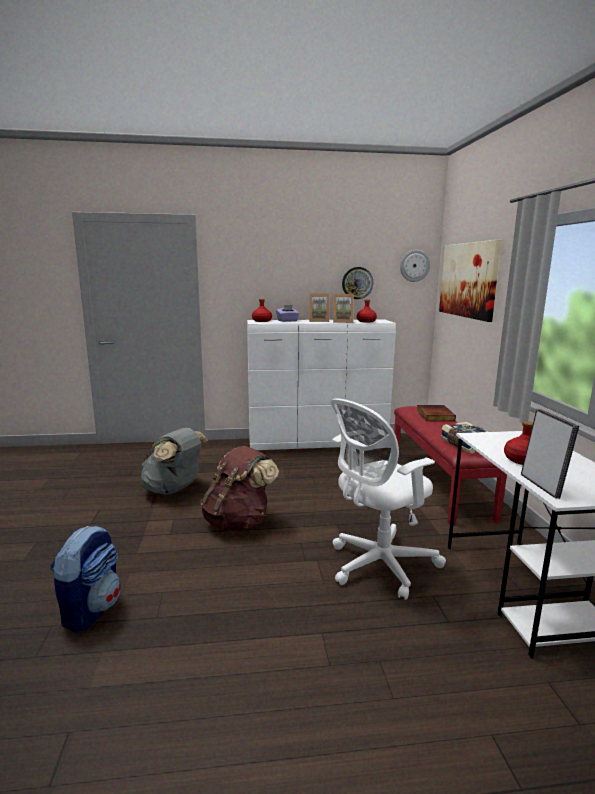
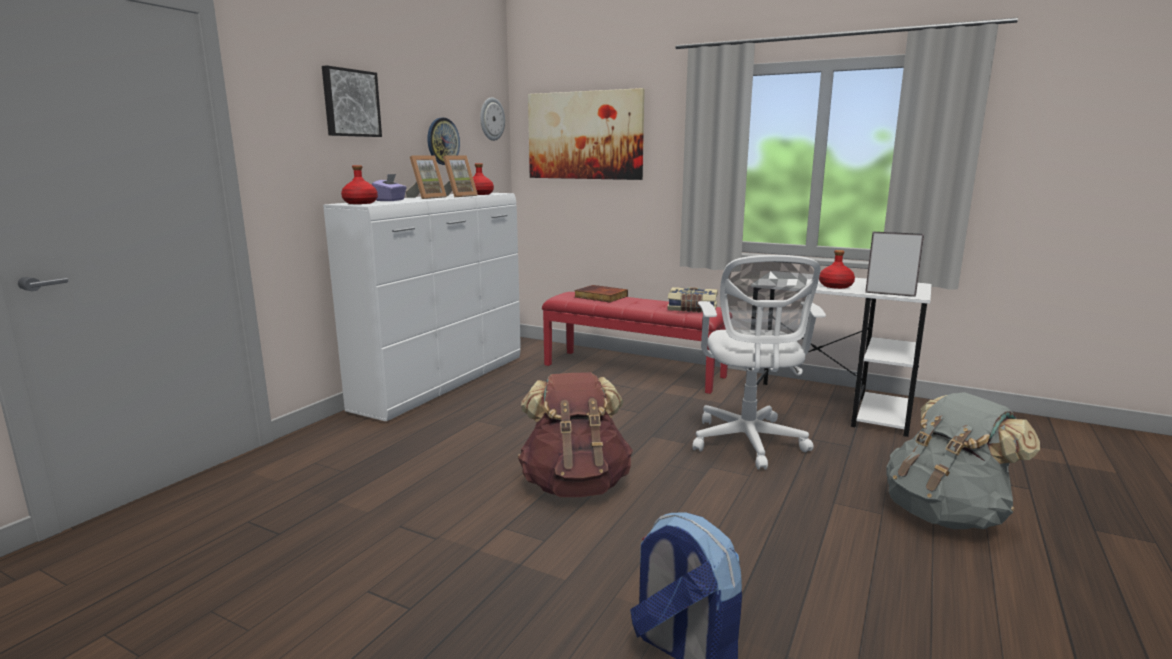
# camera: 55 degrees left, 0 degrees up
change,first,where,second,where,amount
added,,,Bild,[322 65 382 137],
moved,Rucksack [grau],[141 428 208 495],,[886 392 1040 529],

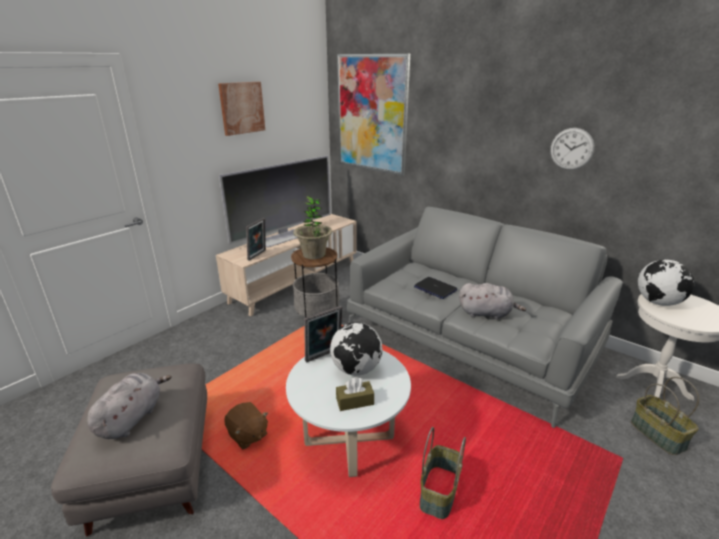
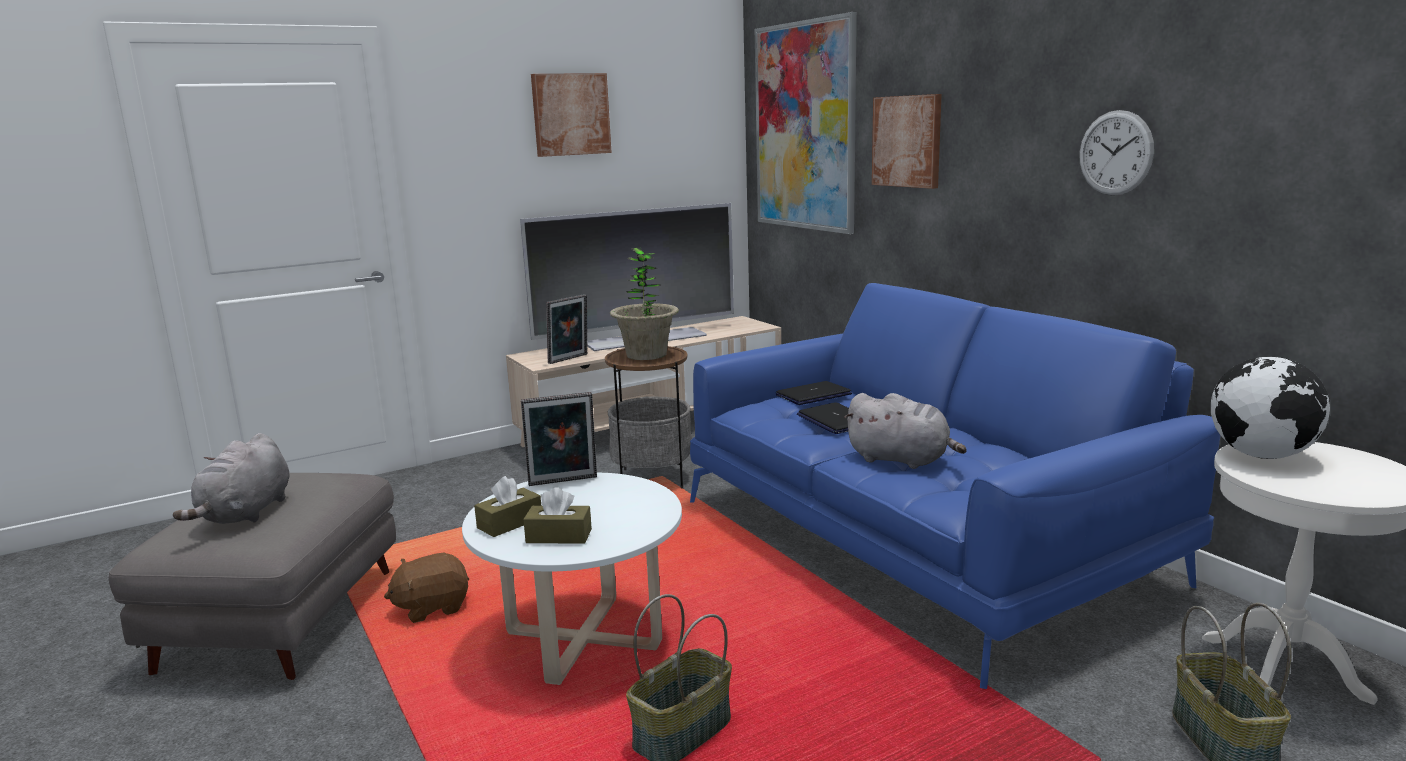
# camera: 20 degrees right, 10 degrees down
change,first,where,second,where,amount
removed,Globus,[330 322 383 376],,,
added,,,Taschentuchbox [braun],[474 476 541 537],
added,,,Laptop,[776 381 852 405],
added,,,Bild,[872 94 942 189],
recoloured,Sofa [grau],[347 207 623 428],Sofa [blau],[690 283 1221 689],
turned,Plüschtier [grau],[87 373 172 439],,[173 433 289 524],150 degrees clockwise
turned,Plüschtier [braun],[224 402 268 450],,[384 552 469 623],90 degrees clockwise

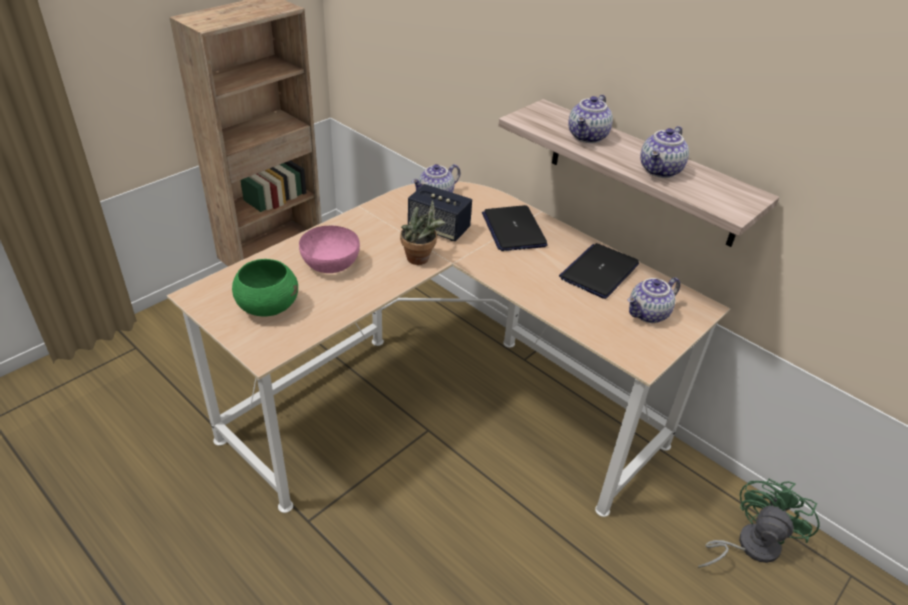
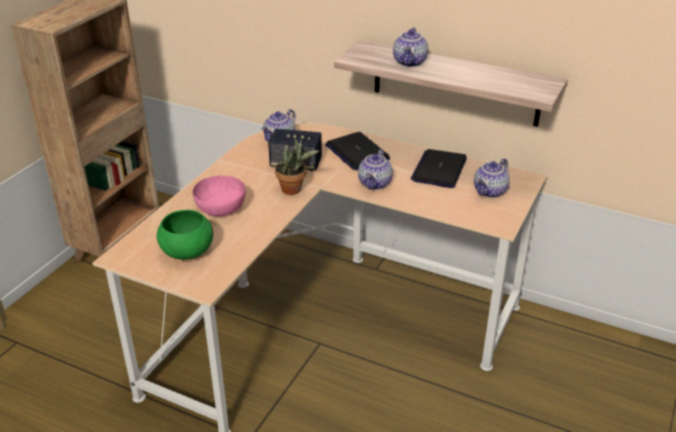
# camera: 15 degrees left, 5 degrees down
change,first,where,second,where,amount
removed,Ventilator [grün],[698 479 819 568],,,
moved,Teekanne,[640 126 689 178],,[358 149 393 190],

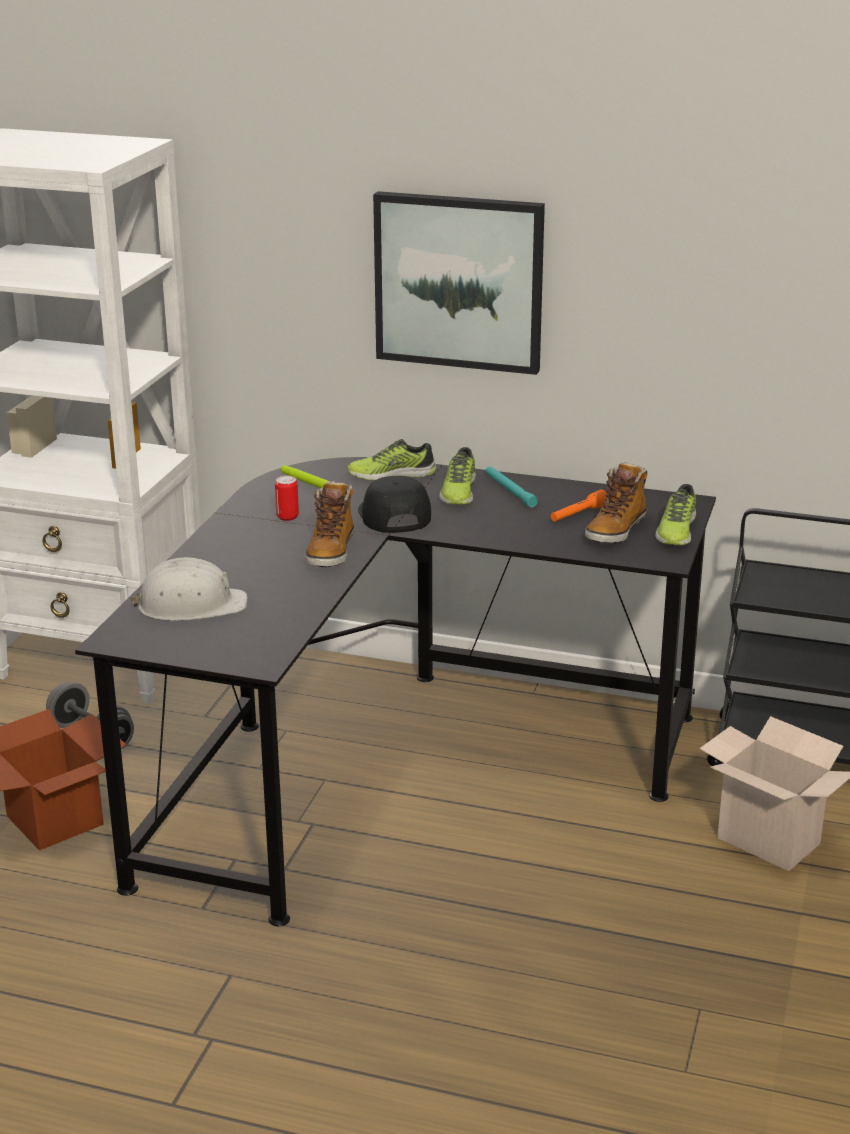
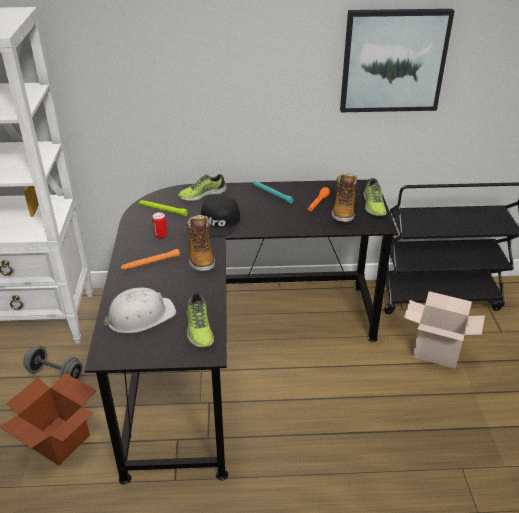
# camera: 20 degrees left, 10 degrees up
change,first,where,second,where,amount
added,,,Taschenlampe [orange],[121 249 180 270],
moved,Bild,[373 191 545 375],,[340 9 454 112],
moved,Schuh,[439 447 476 505],,[187 292 214 347],
turned,Kappe [schwarz],[358 476 431 533],,[201 196 240 237],135 degrees counterclockwise

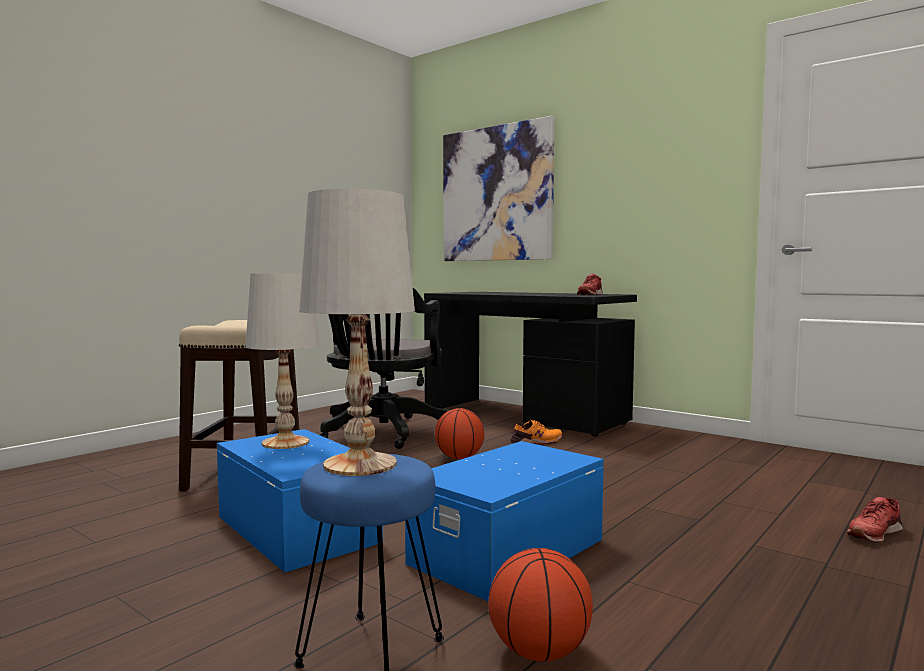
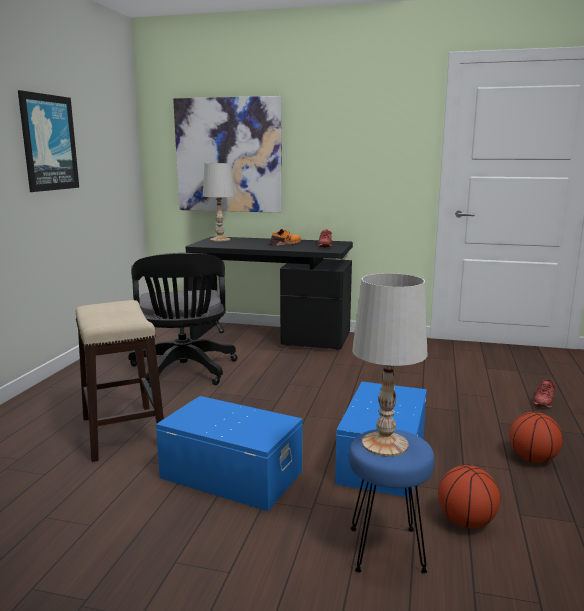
# camera: 25 degrees left, 10 degrees up
change,first,where,second,where,amount
added,,,Bild,[18 90 79 192],
moved,Tischlampe [weiß],[245 274 320 449],,[203 163 235 241],
moved,Basketball,[435 408 484 459],,[509 412 563 463],
moved,Schuh [orange],[510 420 562 444],,[269 229 301 246],

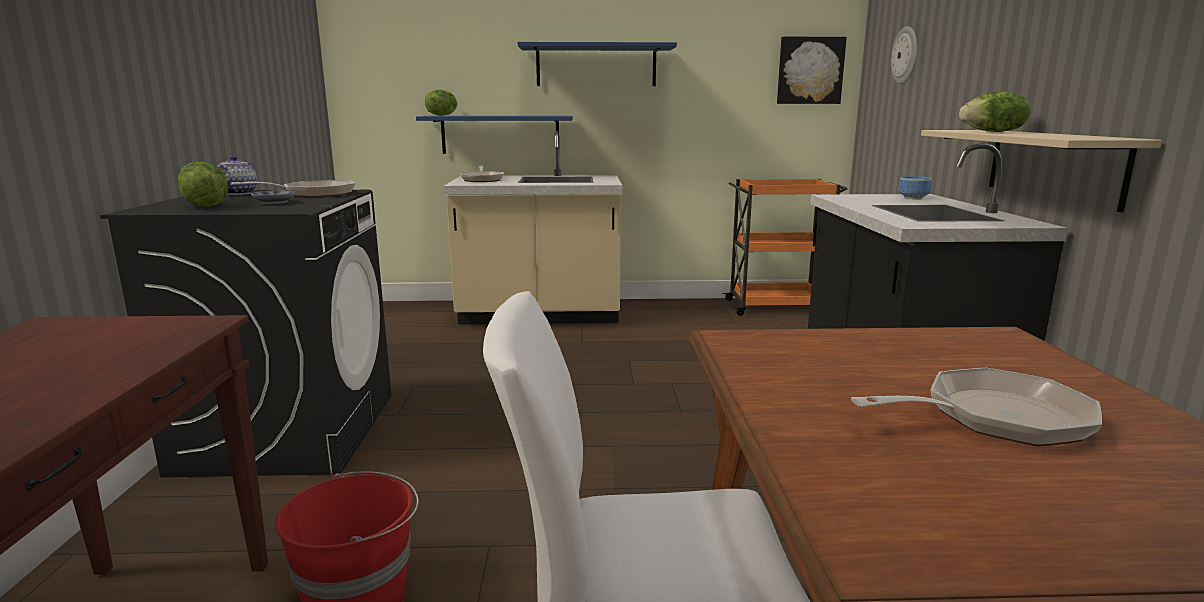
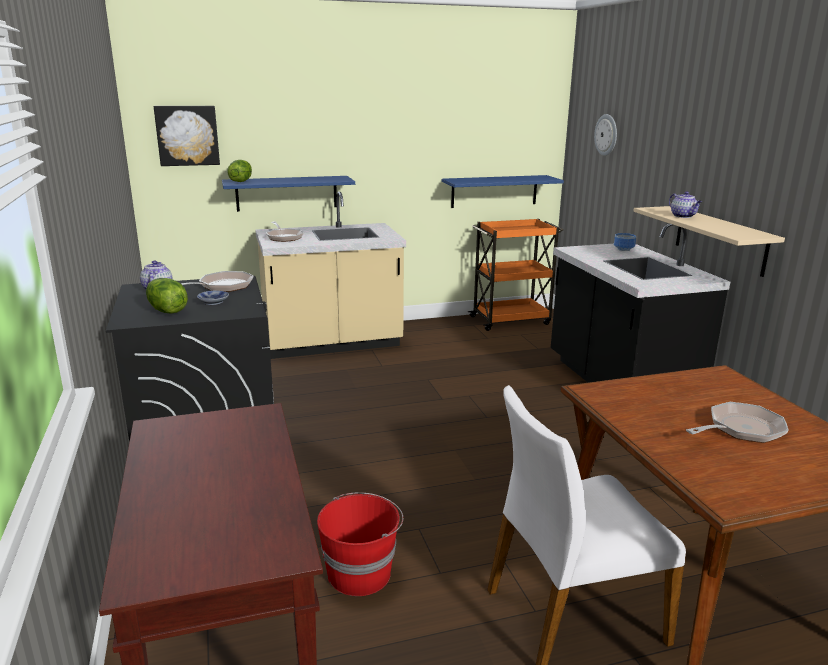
# camera: 15 degrees left, 5 degrees up
change,first,where,second,where,amount
moved,Wandregal [blau],[518 42 677 86],,[442 175 564 208],
moved,Bild,[777 37 847 104],,[154 106 220 166],
replaced,Salatkopf,[959 91 1031 132],Teekanne,[669 191 702 218],

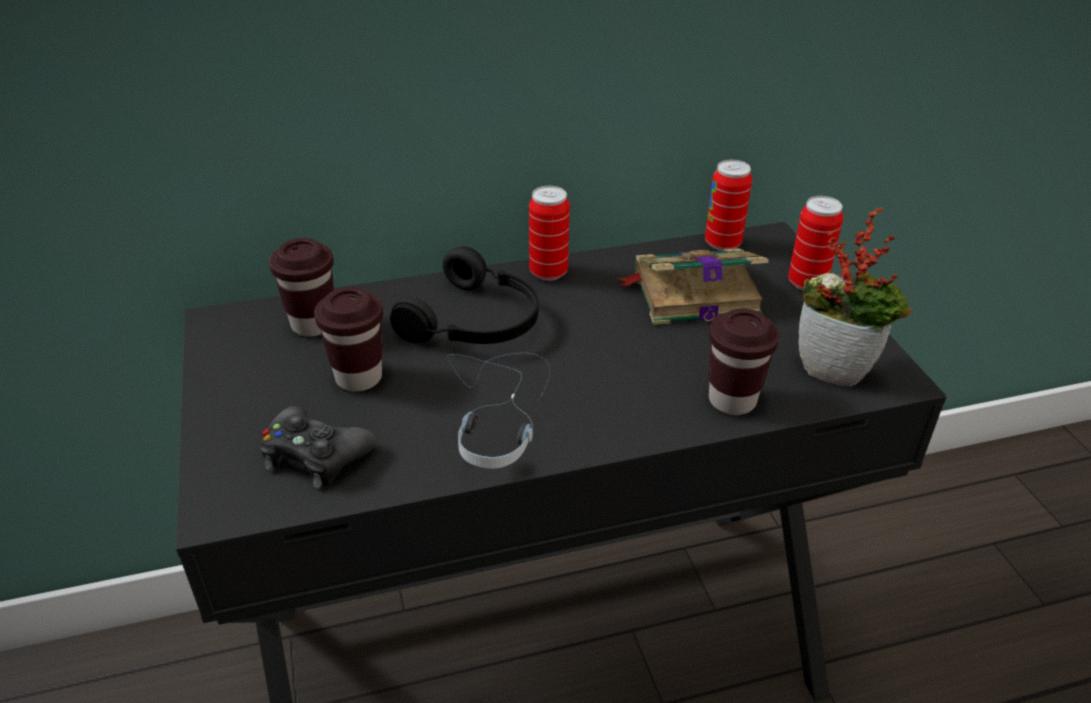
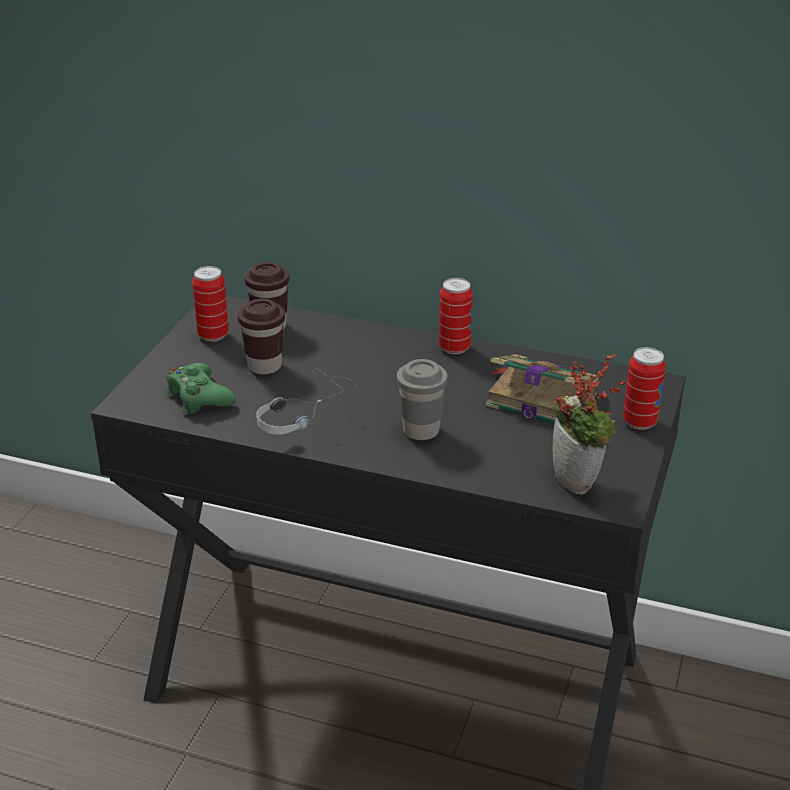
# camera: 35 degrees right, 5 degrees down
change,first,where,second,where,amount
removed,Kopfhörer [schwarz],[390 246 538 344],,,
removed,Tasse [braun],[709 308 780 415],,,
added,,,Tasse [grau],[397 359 448 440],
moved,Dose,[705 160 752 251],,[192 266 229 342],
recoloured,Gamepad [schwarz],[260 406 377 488],Gamepad [grün],[166 363 236 414],

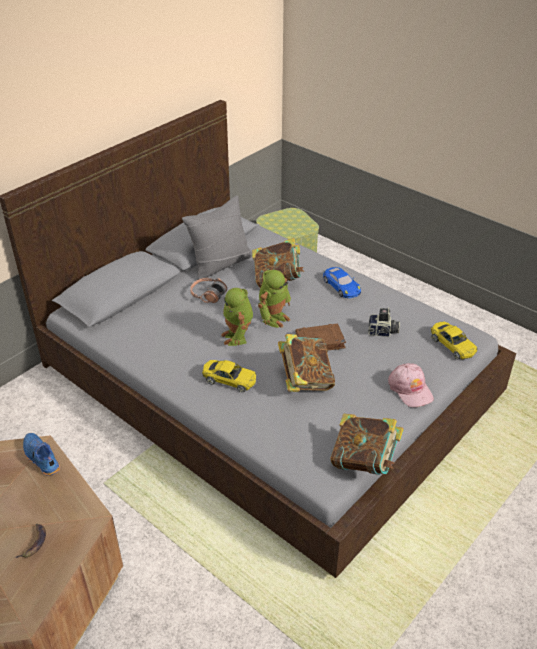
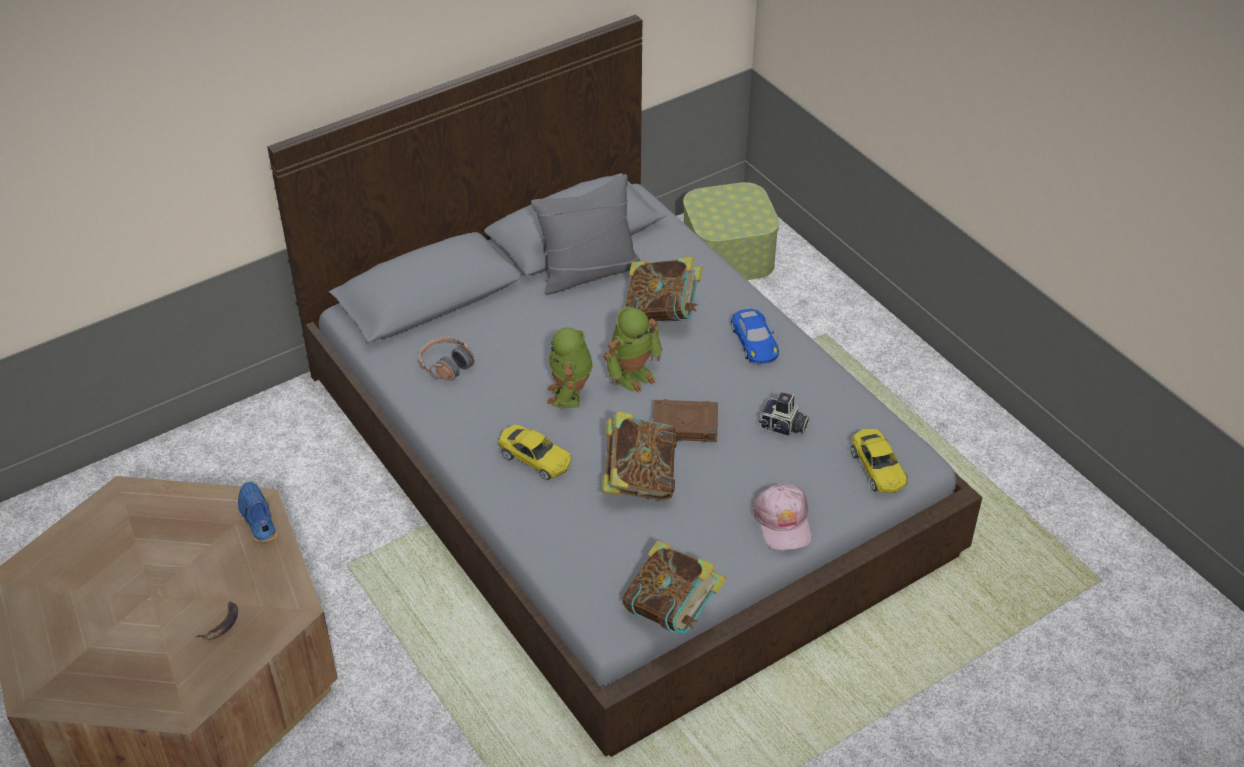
# camera: 15 degrees right, 5 degrees up
change,first,where,second,where,amount
moved,Kopfhörer,[190 278 227 303],,[419 337 474 381],

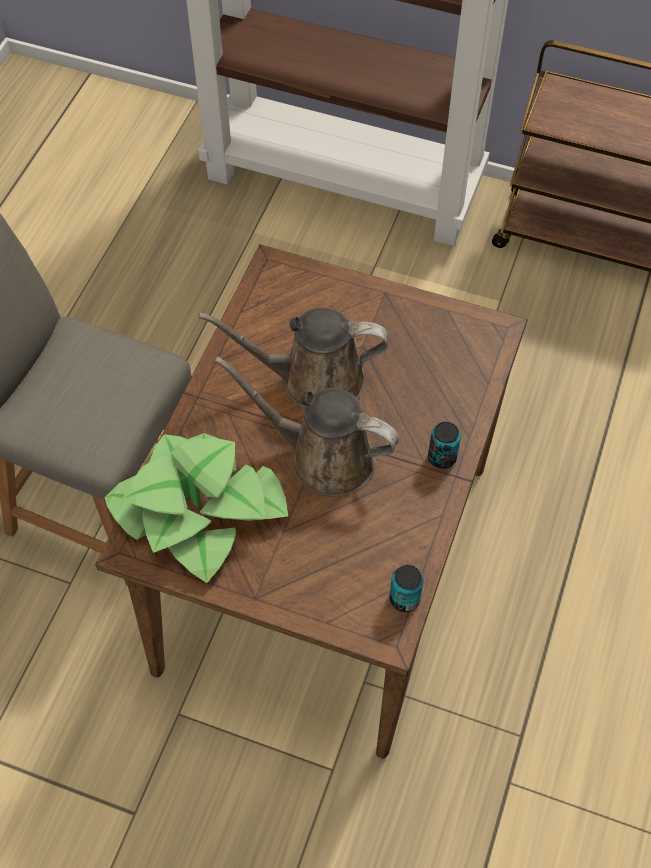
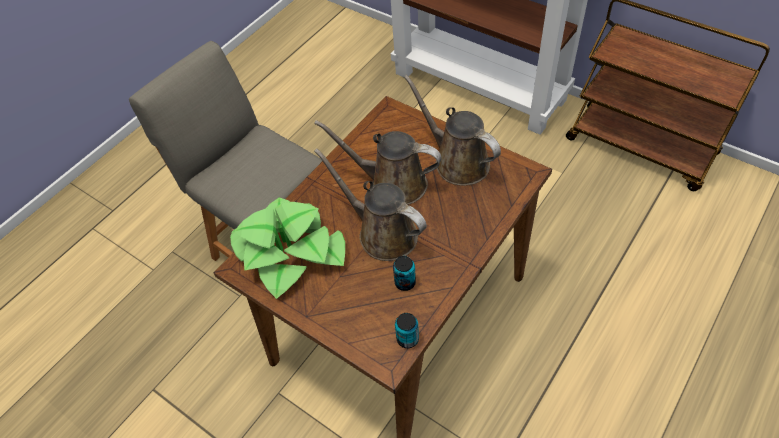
# camera: 20 degrees right, 5 degrees down
change,first,where,second,where,amount
added,,,Gießkanne [braun],[404 75 501 186],
moved,Dose,[428 422 461 469],,[393 256 416 291],

